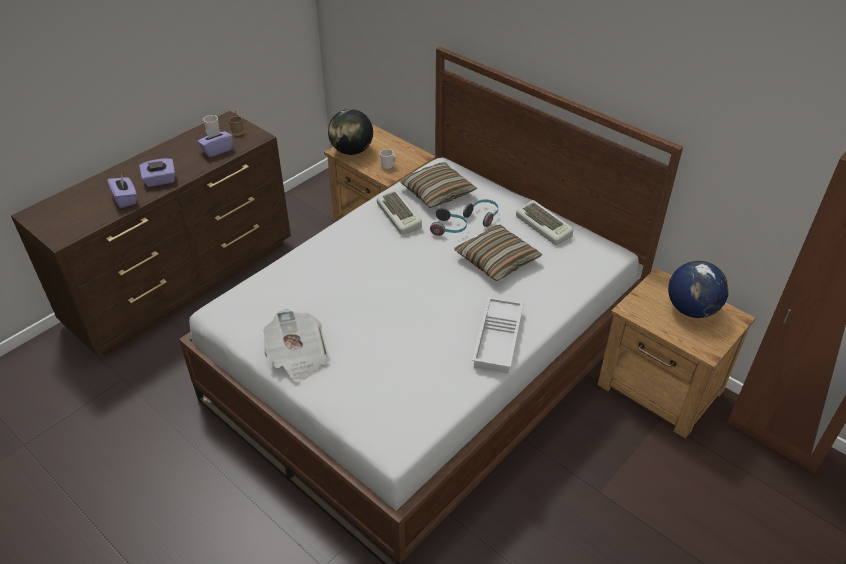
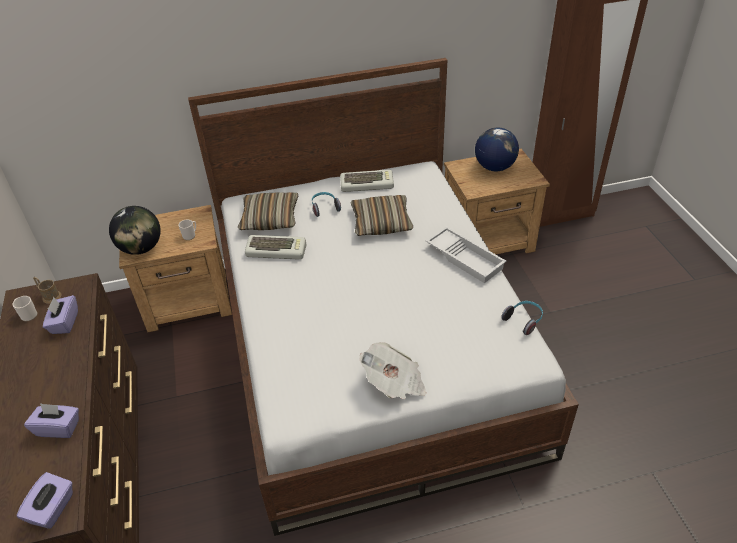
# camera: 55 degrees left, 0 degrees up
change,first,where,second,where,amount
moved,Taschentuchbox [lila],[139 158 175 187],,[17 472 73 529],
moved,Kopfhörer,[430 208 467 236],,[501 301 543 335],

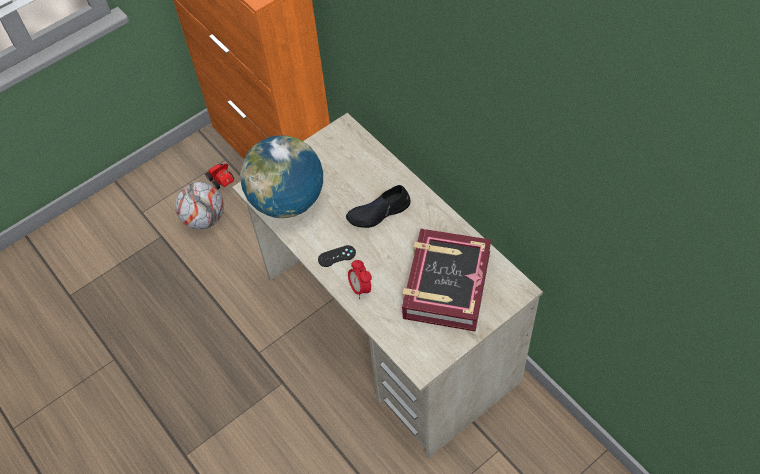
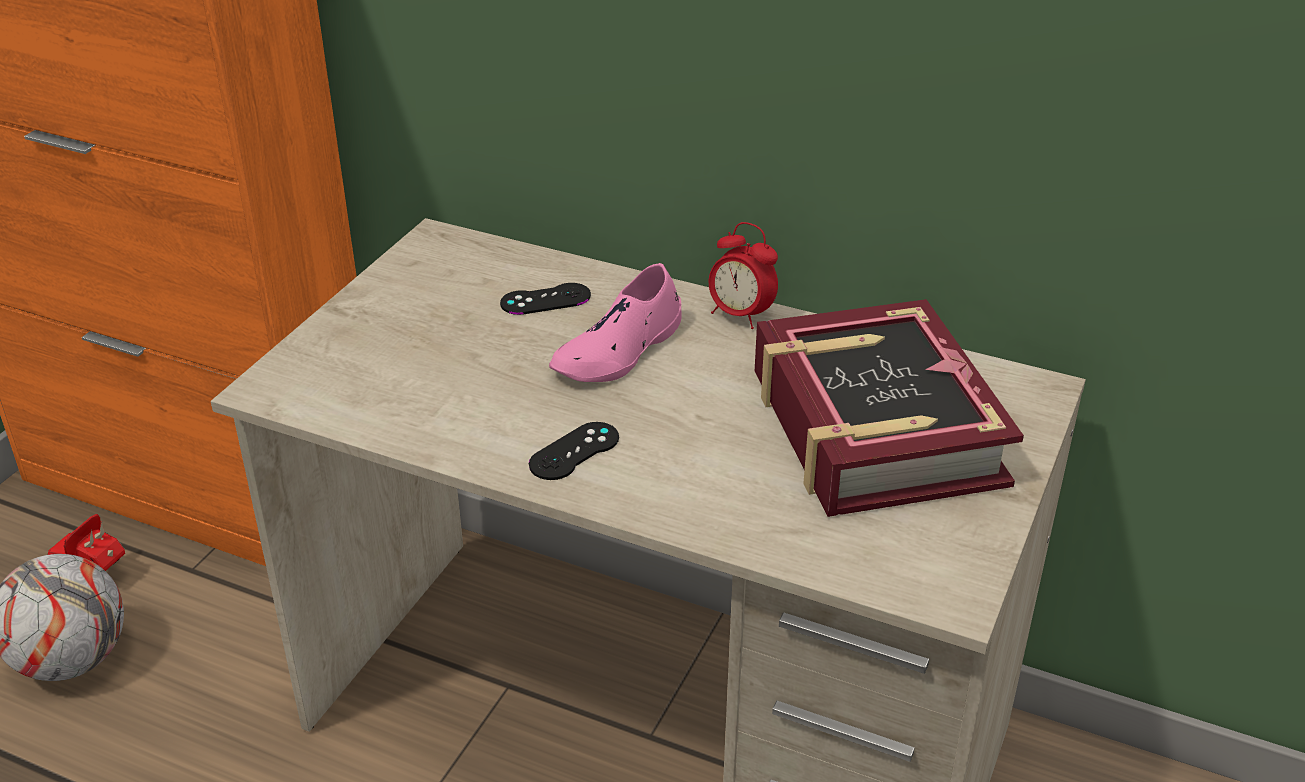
# camera: 30 degrees left, 20 degrees down
change,first,where,second,where,amount
removed,Globus,[240 135 323 218],,,
added,,,Gamepad [schwarz],[500 283 591 315],
moved,Wecker,[348 260 372 299],,[709 222 778 329],
recoloured,Schuh [schwarz],[346 185 411 228],Schuh [rosa],[549 263 682 382],

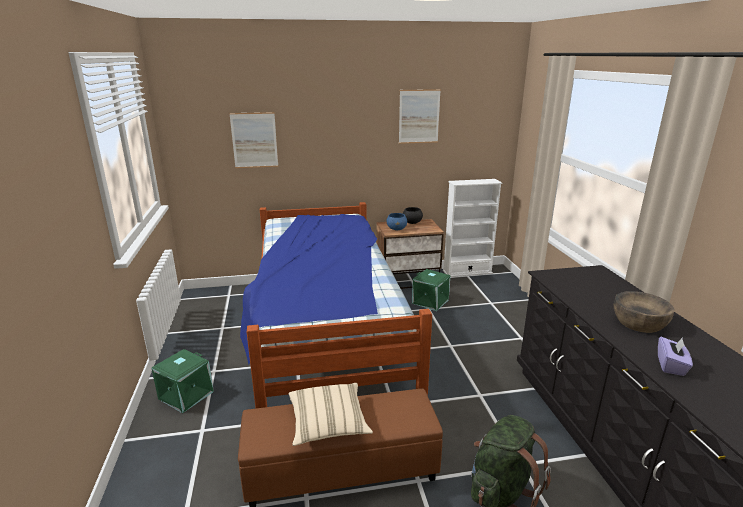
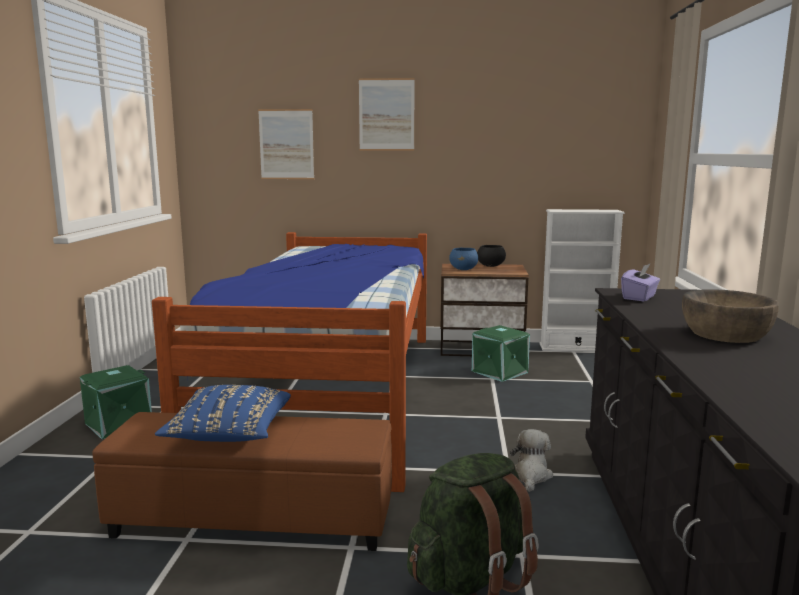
# camera: 15 degrees right, 10 degrees down
change,first,where,second,where,amount
added,,,Plüschtier,[510 429 553 492],
moved,Bild,[399 89 441 144],,[359 78 415 151],
moved,Taschentuchbox [lila],[658 337 693 376],,[621 263 660 301],
recoloured,Kissen [beige],[289 383 373 446],Kissen [blau],[155 385 291 442],

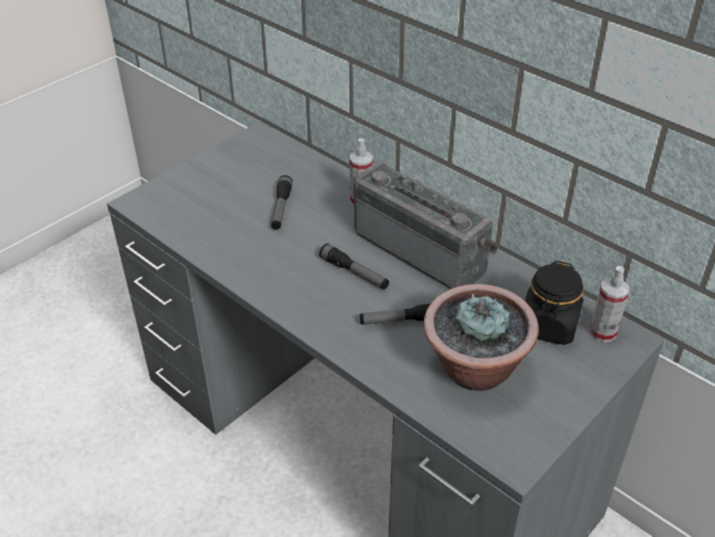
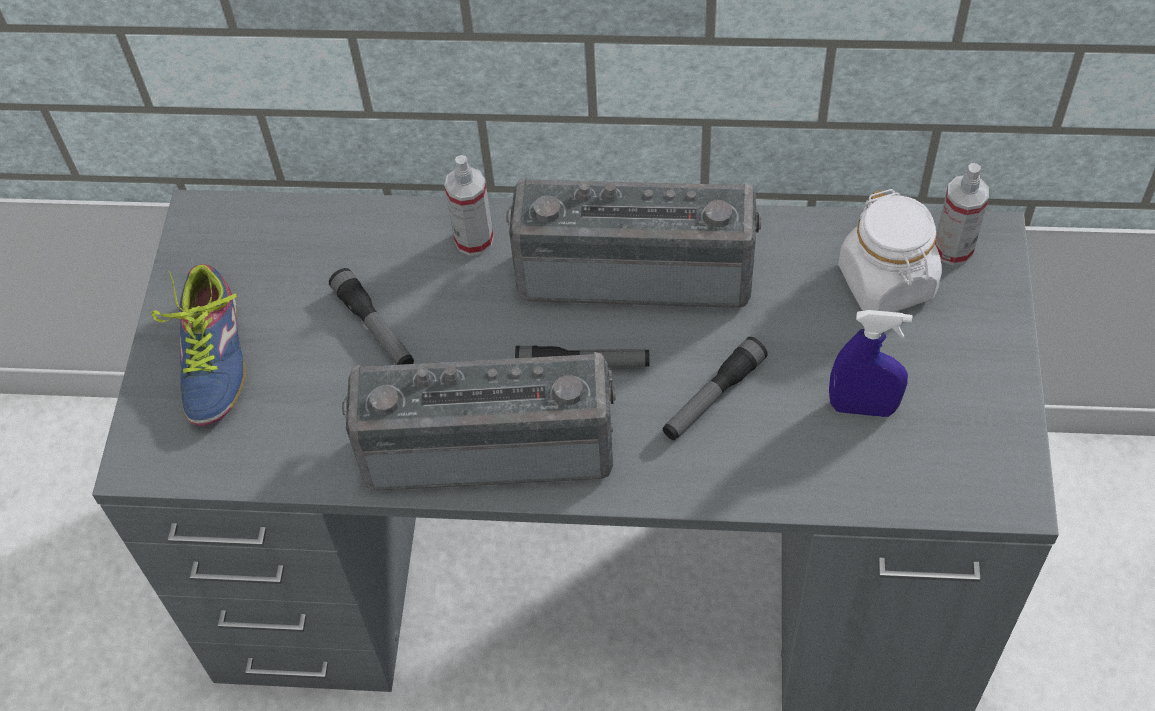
# camera: 35 degrees left, 15 degrees up
change,first,where,second,where,amount
added,,,Schuh,[151 264 246 426],
added,,,Radio,[342 352 616 491],
replaced,Topfpflanze,[423 284 539 391],Sprühflasche [blau],[829 310 913 417],
recoloured,Vorratsglas [schwarz],[525 261 584 345],Vorratsglas [weiß],[838 189 942 312],

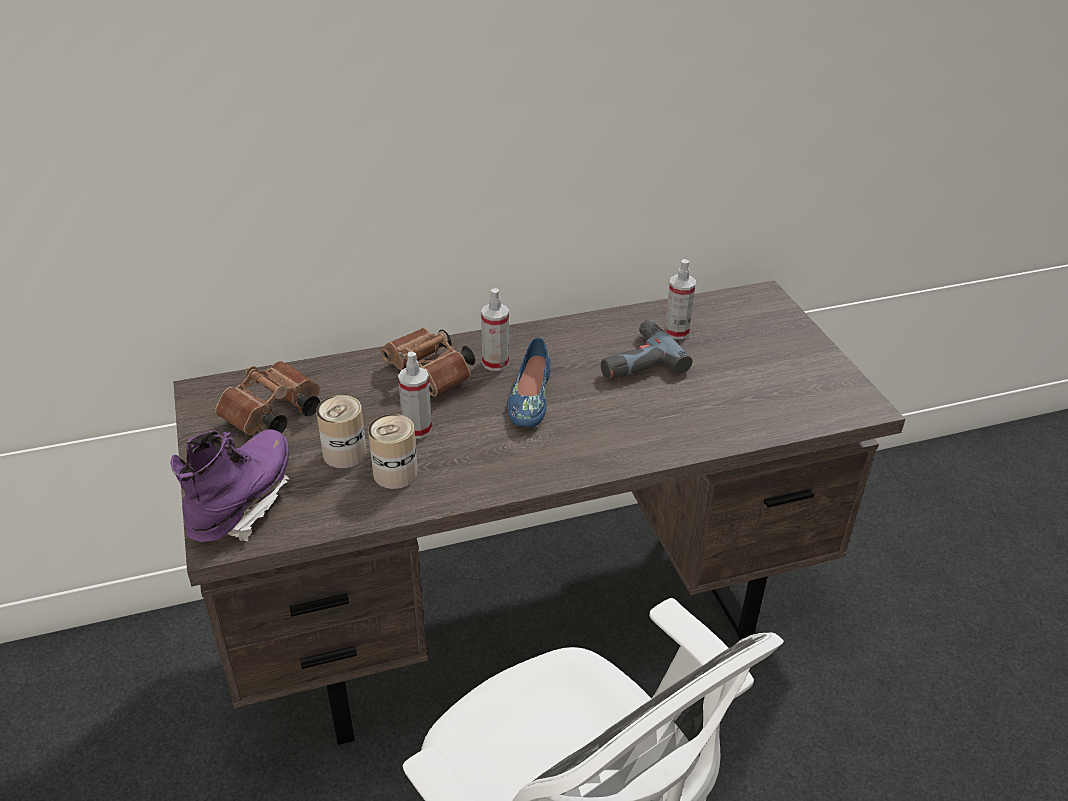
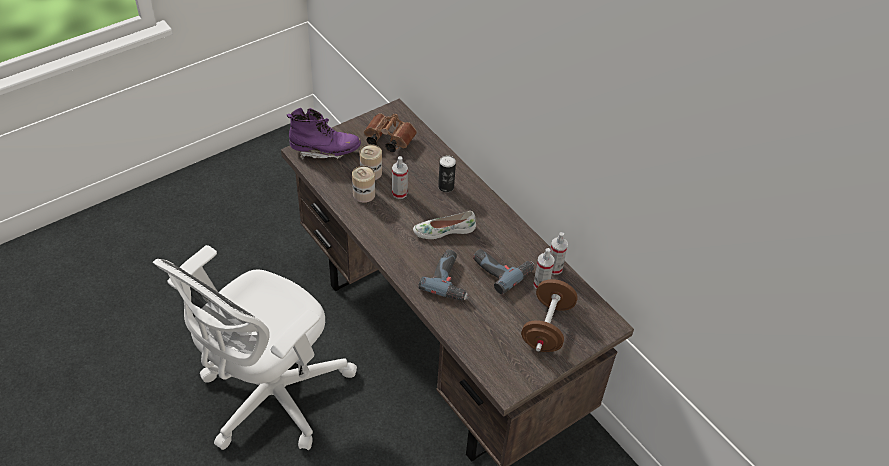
# camera: 70 degrees right, 10 degrees up
change,first,where,second,where,amount
added,,,Bohrmaschine,[418 250 468 301],
added,,,Hantel [braun],[521 279 578 352],
moved,Sprühflasche,[481 288 509 371],,[550 232 568 275],
replaced,Fernglas [braun],[381 328 475 397],Dose,[438 155 456 192],
recoloured,Schuh [blau],[508 338 550 427],Schuh [weiß],[413 211 476 239],

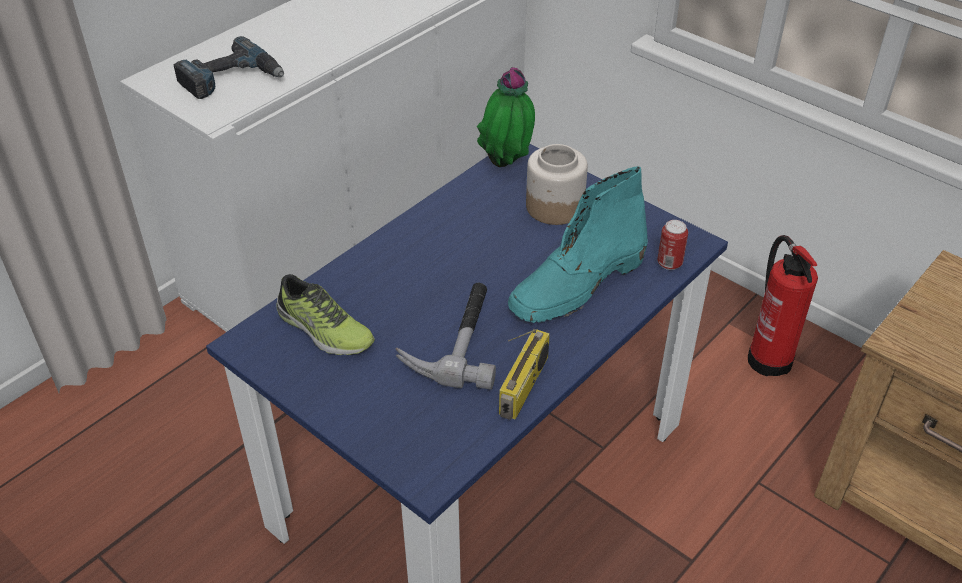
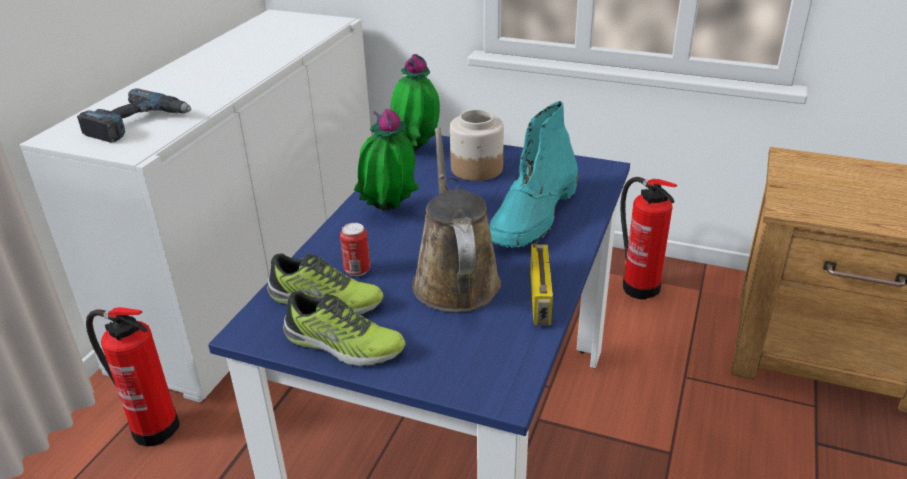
# camera: 20 degrees left, 10 degrees down
change,first,where,second,where,amount
added,,,Feuerlöscher,[86 307 180 446],
added,,,Schuh,[283 291 405 366],
added,,,Topfpflanze,[354 109 419 211],
moved,Dose,[657 220 688 270],,[340 223 370 276],
replaced,Hammer,[395 283 496 390],Gießkanne [braun],[412 127 501 312],

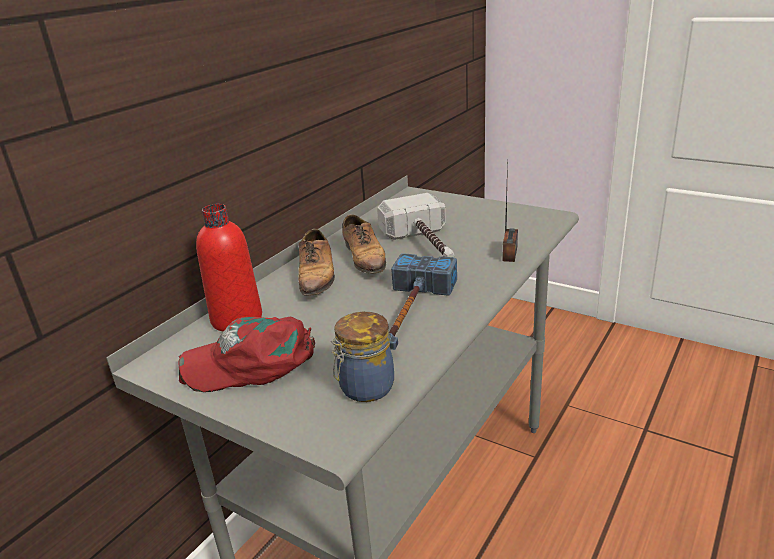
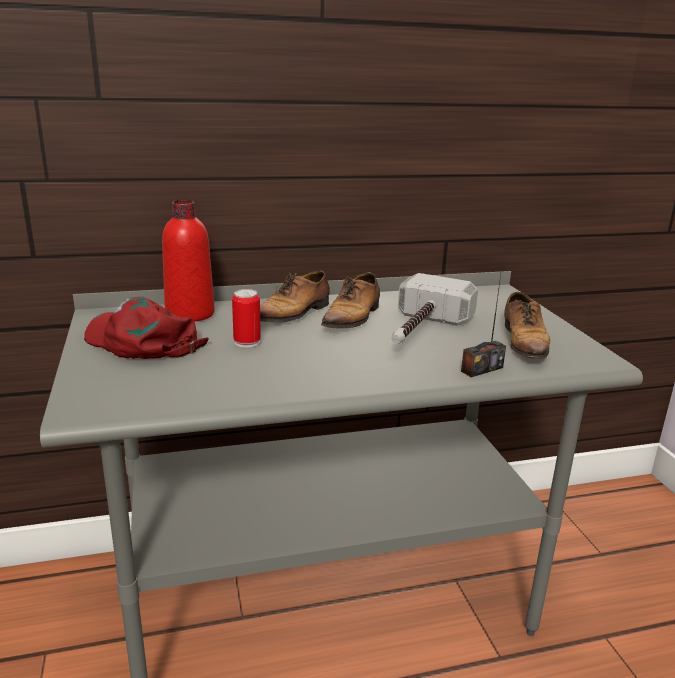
# camera: 40 degrees right, 5 degrees down
change,first,where,second,where,amount
removed,Vorratsglas,[331 312 394 402],,,
removed,Hammer,[389 253 457 350],,,
added,,,Dose,[232 289 261 348],
added,,,Schuh,[504 292 550 359],

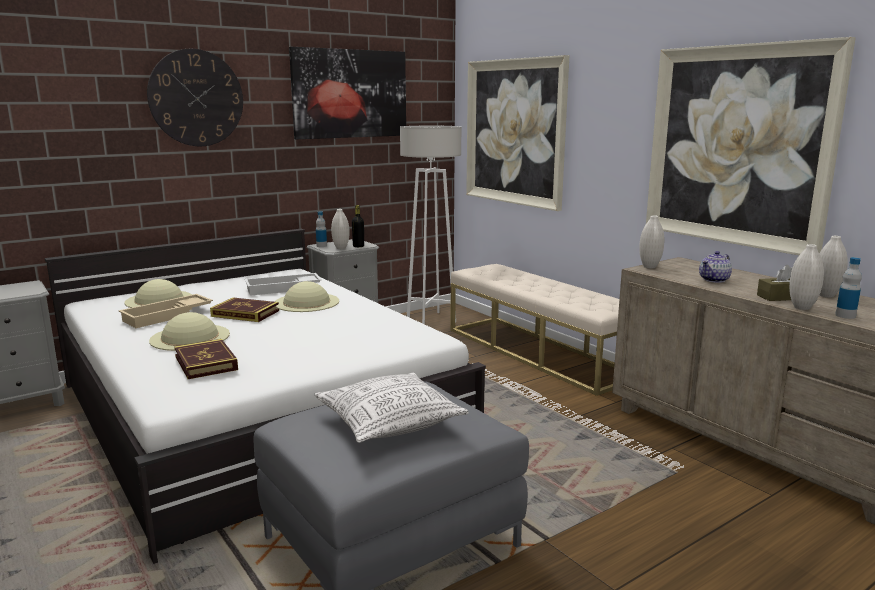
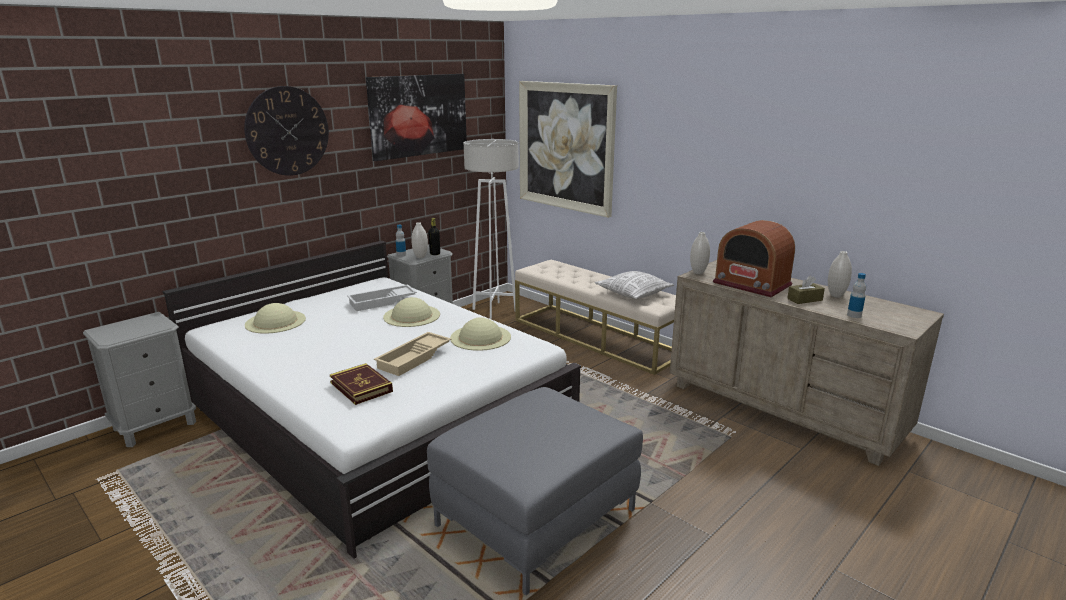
# camera: 10 degrees left, 5 degrees up
change,first,where,second,where,amount
removed,Buch,[210 298 279 322],,,
removed,Bild,[646 37 856 255],,,
removed,Vase [weiß],[789 244 824 310],,,
moved,Tablett [beige],[118 294 213 328],,[374 332 451 376],
moved,Hut [beige],[149 312 230 351],,[450 317 511 351],
moved,Kissen,[314 372 469 443],,[595 271 674 299],
replaced,Teekanne,[699 251 732 283],Radio,[713 220 795 297],

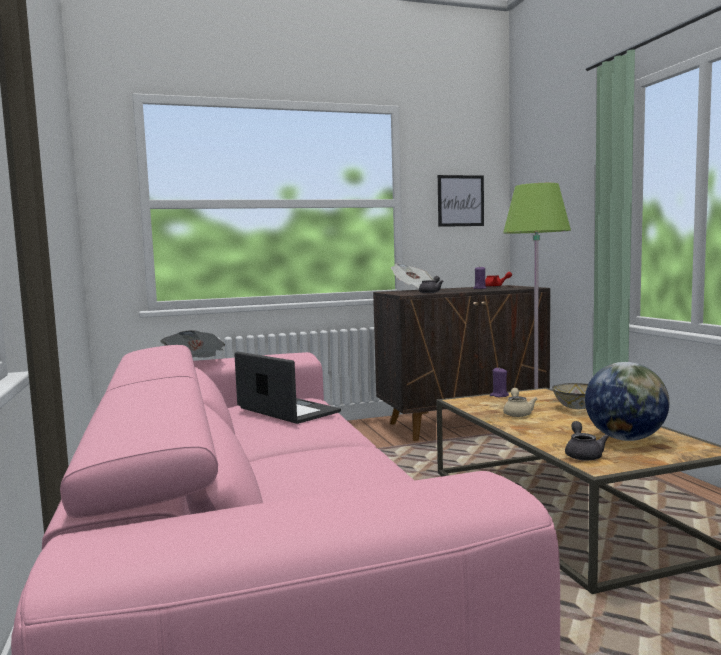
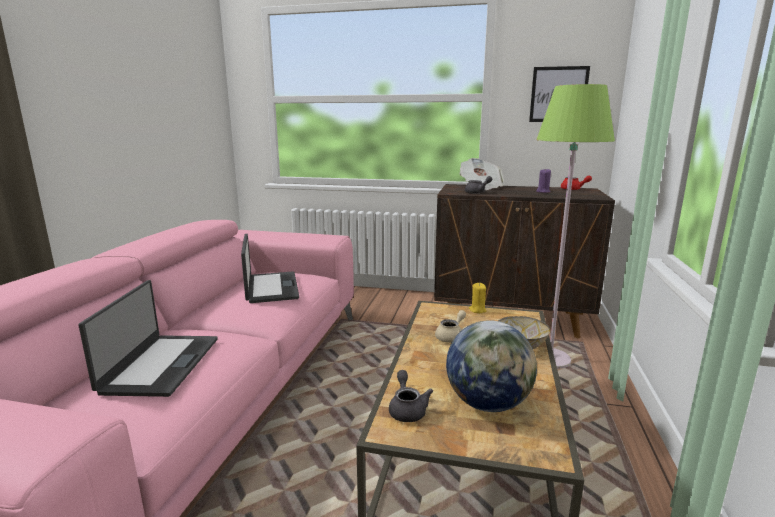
# camera: 30 degrees right, 10 degrees up
change,first,where,second,where,amount
removed,Zeitung,[160 330 225 358],,,
added,,,Laptop,[78 280 218 397],
recoloured,Kerze [lila],[490 367 509 397],Kerze [gelb],[469 283 486 313],
turned,Teekanne [grau],[565 421 609 461],,[389 370 433 422],45 degrees counterclockwise

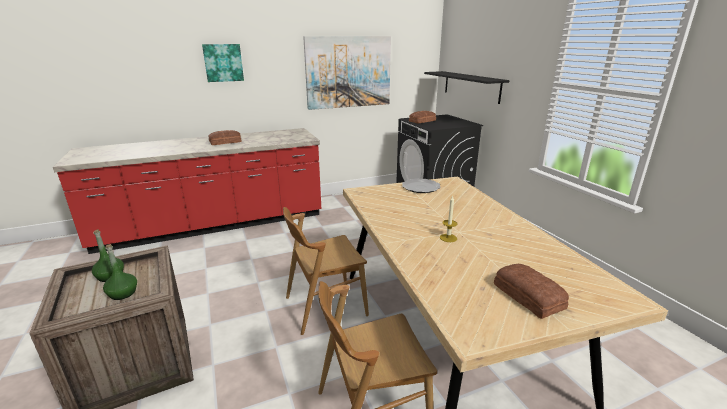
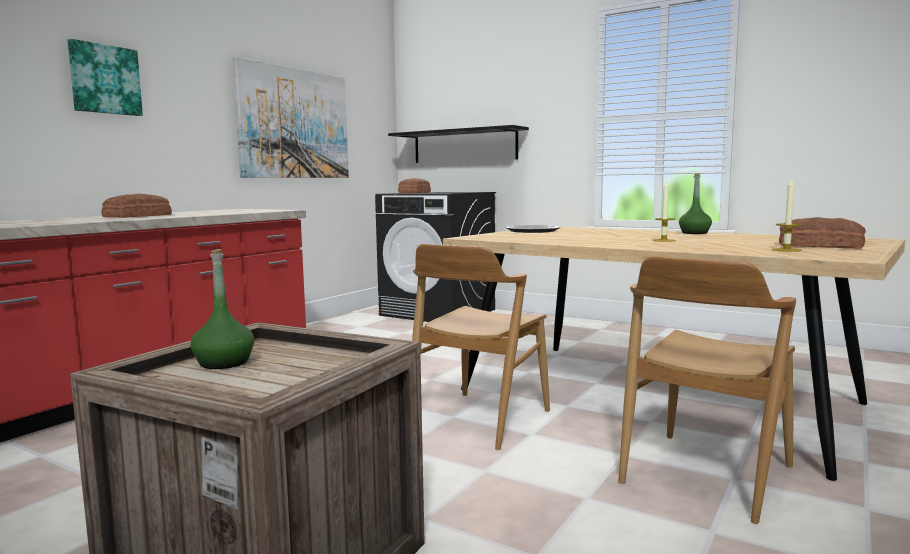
# camera: 35 degrees left, 15 degrees down
change,first,where,second,where,amount
added,,,Kerze,[772 178 802 252],
moved,Flasche [grün],[103 244 137 300],,[679 173 712 234],

